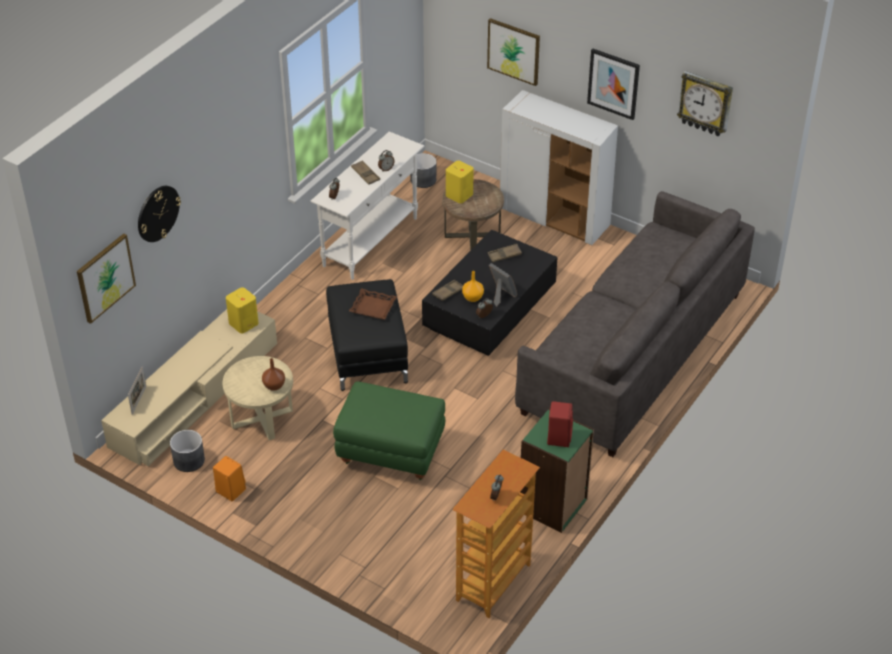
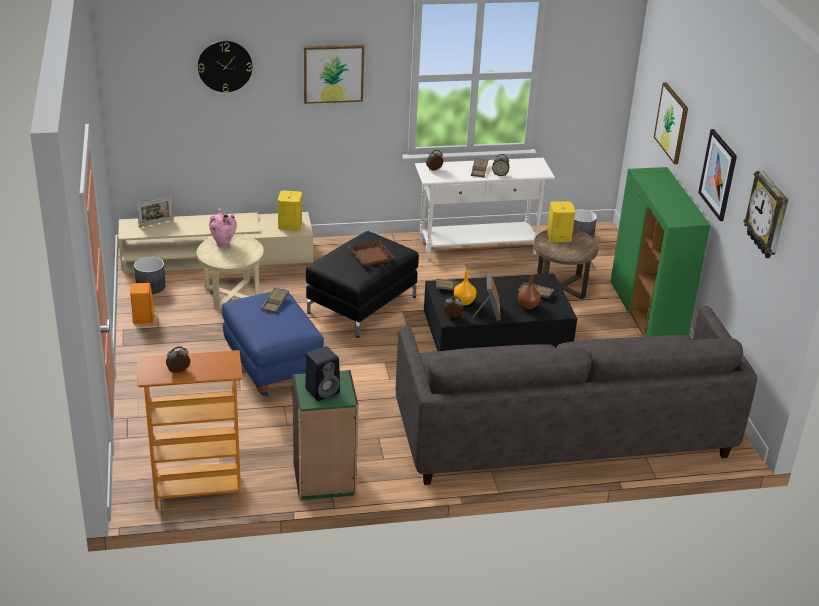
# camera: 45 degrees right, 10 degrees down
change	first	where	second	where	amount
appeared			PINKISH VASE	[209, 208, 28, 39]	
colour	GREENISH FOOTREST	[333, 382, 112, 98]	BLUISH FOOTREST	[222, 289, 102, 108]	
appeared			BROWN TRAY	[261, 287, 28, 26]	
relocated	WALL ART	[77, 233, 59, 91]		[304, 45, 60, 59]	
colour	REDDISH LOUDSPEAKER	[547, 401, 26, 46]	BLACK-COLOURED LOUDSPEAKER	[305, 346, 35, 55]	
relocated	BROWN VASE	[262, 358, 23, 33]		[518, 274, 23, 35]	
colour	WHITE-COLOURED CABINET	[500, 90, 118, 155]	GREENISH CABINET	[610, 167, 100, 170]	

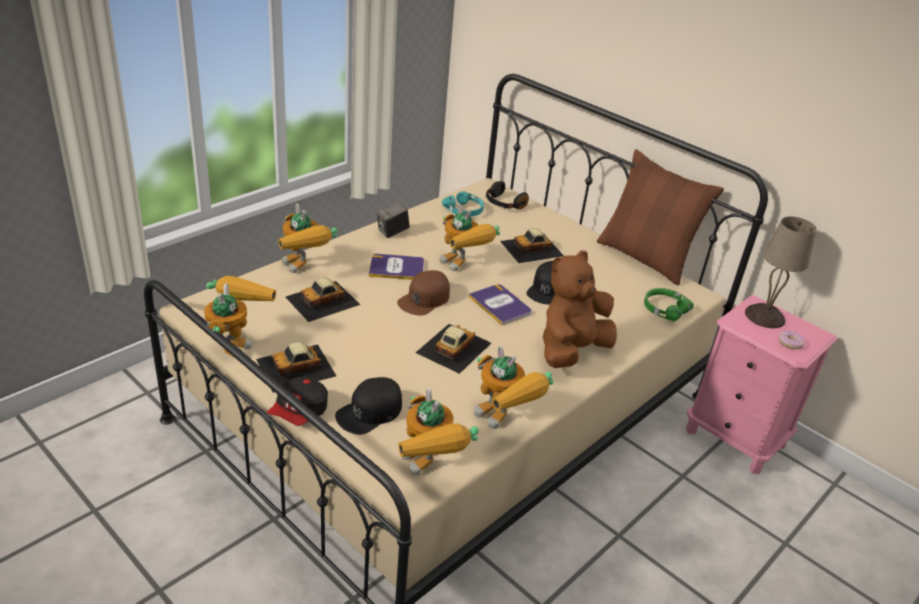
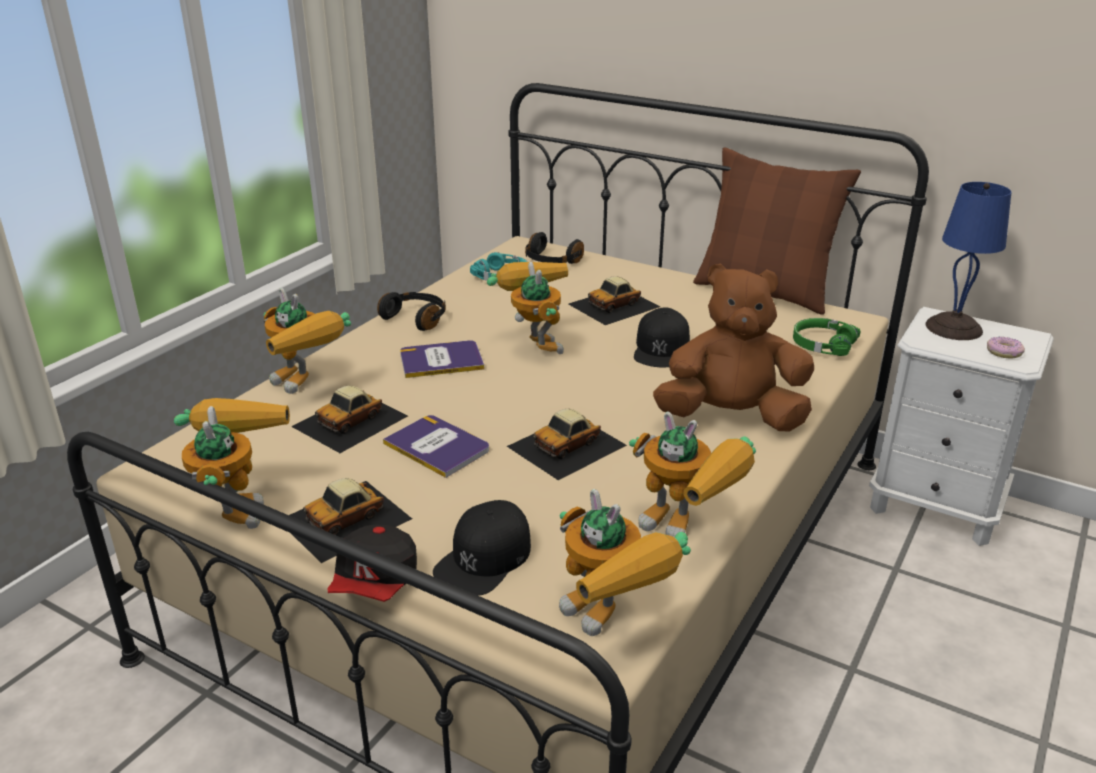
# camera: 10 degrees left, 5 degrees down
change	first	where	second	where	amount
exchanged	STILL CAMERA	[377, 202, 33, 36]	BLACK-COLOURED PAIR OF HEADPHONES	[377, 292, 69, 39]	
relocated	VOLUME	[468, 284, 63, 41]		[383, 415, 106, 63]	
spun	MODEL ROBOT	[440, 204, 60, 67]		[487, 262, 81, 92]	150 degrees counterclockwise
spun	MODEL CAR	[415, 324, 76, 50]		[507, 409, 120, 71]	150 degrees counterclockwise
spun	BROWN CUDDLY TOY	[543, 250, 74, 118]		[653, 264, 161, 168]	60 degrees clockwise
colour	PINKISH BEDSIDE TABLE	[686, 295, 151, 179]	WHITE-COLOURED BEDSIDE TABLE	[869, 307, 185, 239]	
colour	BEIGE-COLOURED LAMP FOR A TABLE	[745, 216, 72, 112]	BLUISH LAMP FOR A TABLE	[925, 182, 86, 158]	
missing	BROWN CAP	[397, 270, 53, 46]			

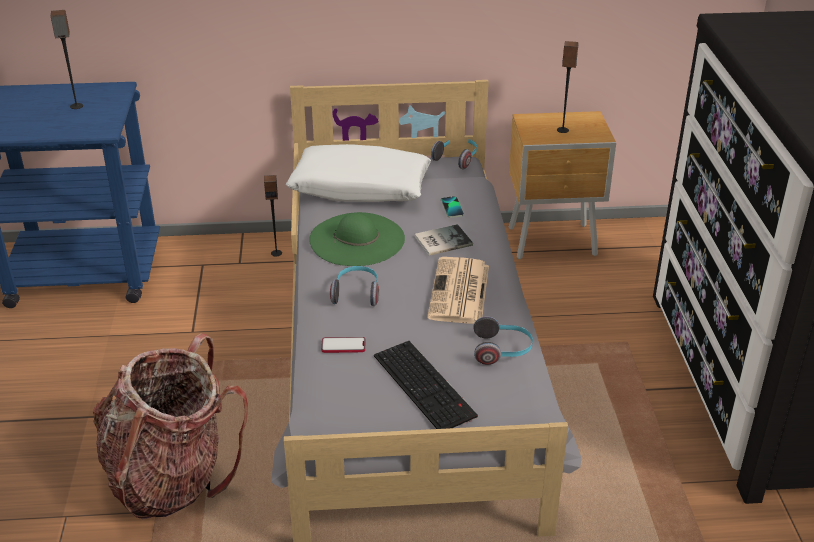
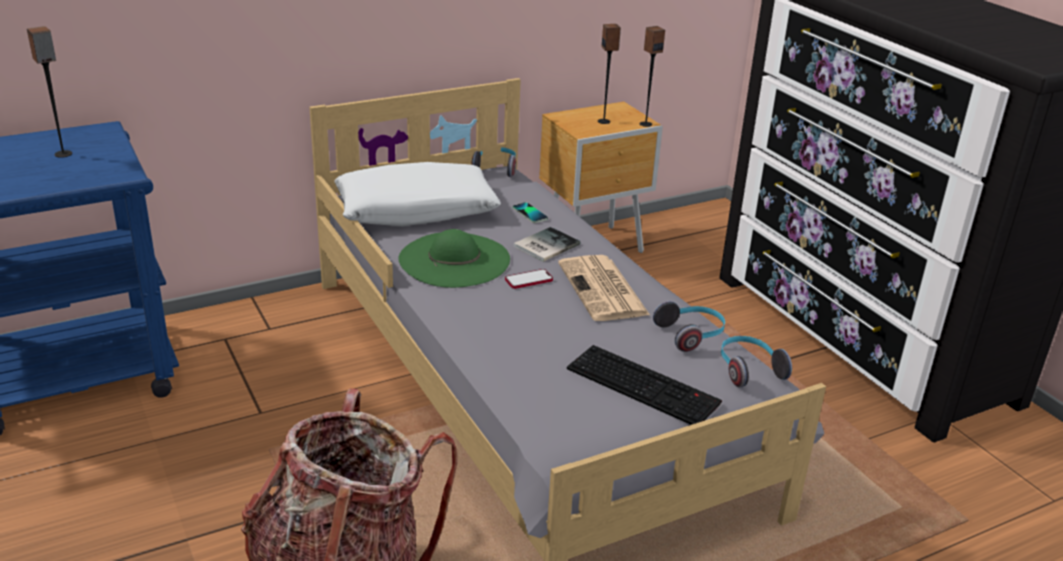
# camera: 25 degrees left, 5 degrees down
change	first	where	second	where	amount
relocated	TELEPHONE	[321, 337, 44, 16]		[505, 269, 48, 20]	
relocated	LOUDSPEAKER	[264, 175, 18, 82]		[640, 26, 25, 101]	
relocated	PAIR OF HEADPHONES	[330, 266, 49, 40]		[721, 336, 71, 52]	

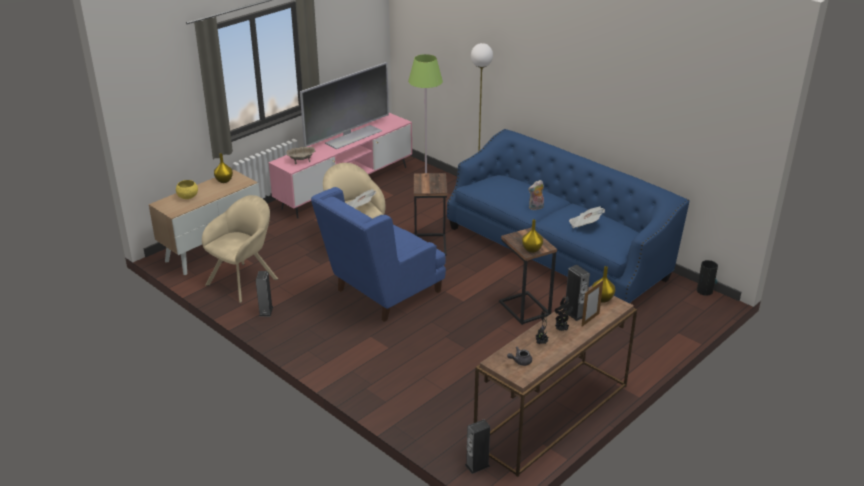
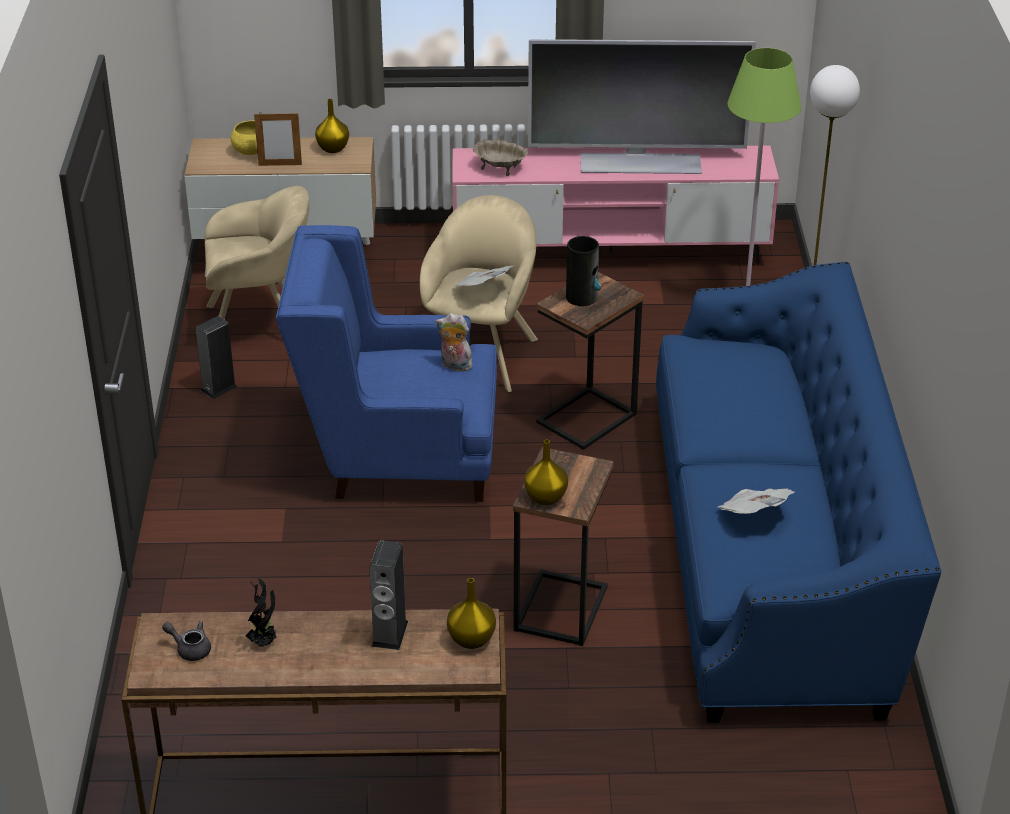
# camera: 45 degrees right, 5 degrees up
change	first	where	second	where	amount
relocated	STANDING FRAME	[581, 280, 22, 47]		[254, 112, 48, 54]	
relocated	CUDDLY TOY	[528, 180, 16, 30]		[435, 313, 38, 59]	
relocated	VASE	[697, 260, 21, 36]		[566, 236, 35, 70]	
missing	LOUDSPEAKER	[465, 419, 25, 55]			
missing	POTTED PLANT	[555, 295, 18, 36]			

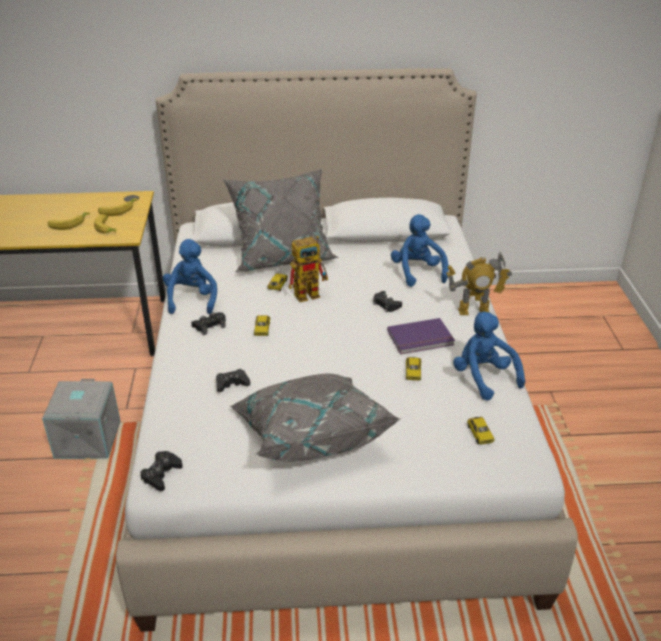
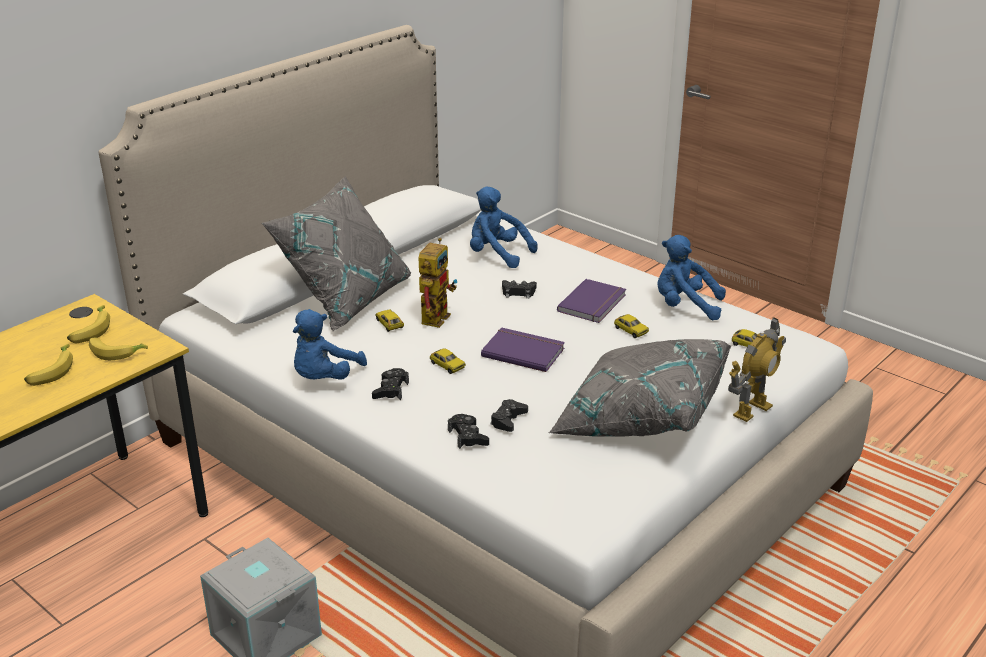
# camera: 45 degrees left, 5 degrees down
change	first	where	second	where	amount
spun	BLUISH CUDDLY TOY	[163, 239, 54, 75]		[293, 309, 74, 71]	105 degrees counterclockwise
relocated	BLACK-COLOURED GAMEPAD	[140, 451, 43, 40]		[448, 414, 41, 35]	
appeared			PURPLISH VOLUME	[481, 327, 84, 45]	
relocated	MODEL ROBOT	[446, 252, 66, 63]		[728, 317, 58, 105]	

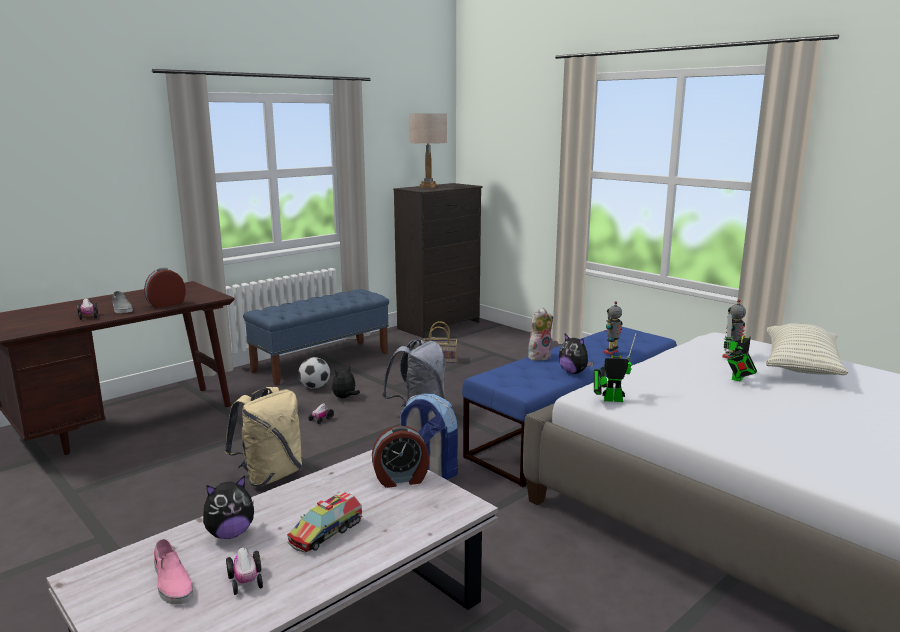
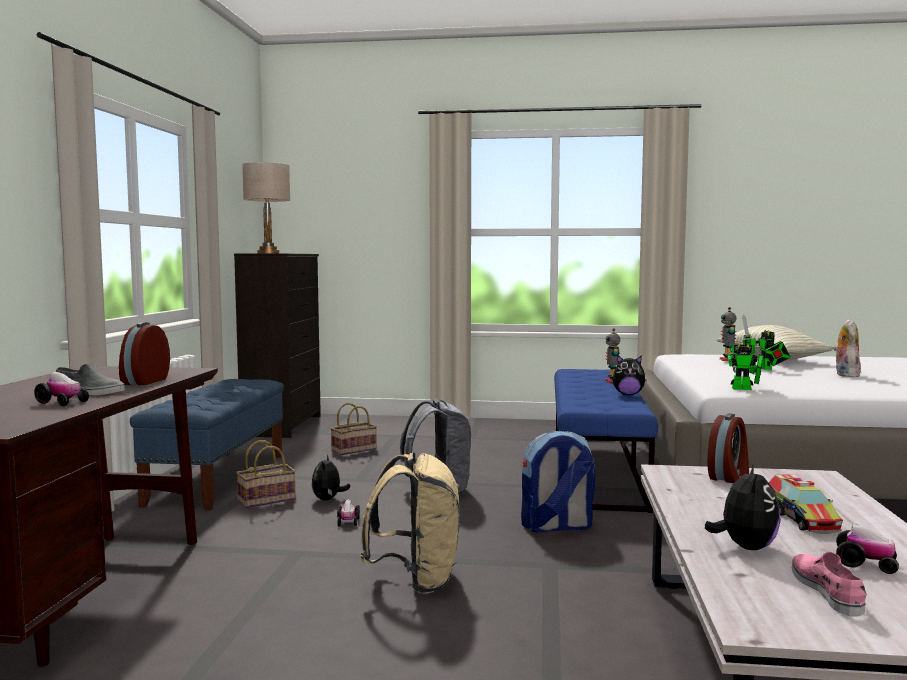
# camera: 40 degrees left, 10 degrees down
change	first	where	second	where	amount
exchanged	FOOTBALL BALL	[298, 357, 32, 32]	STORAGE BASKET	[236, 440, 60, 68]	
spun	MODEL ROBOT	[594, 334, 42, 68]		[726, 328, 38, 62]	135 degrees counterclockwise
spun	PINKISH ITEM OF FOOTWEAR	[154, 539, 40, 65]		[792, 552, 75, 65]	105 degrees counterclockwise
relocated	CUDDLY TOY	[528, 308, 25, 53]		[833, 319, 28, 58]	

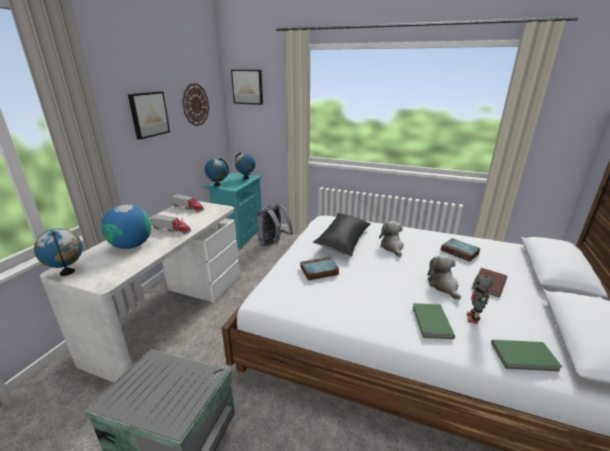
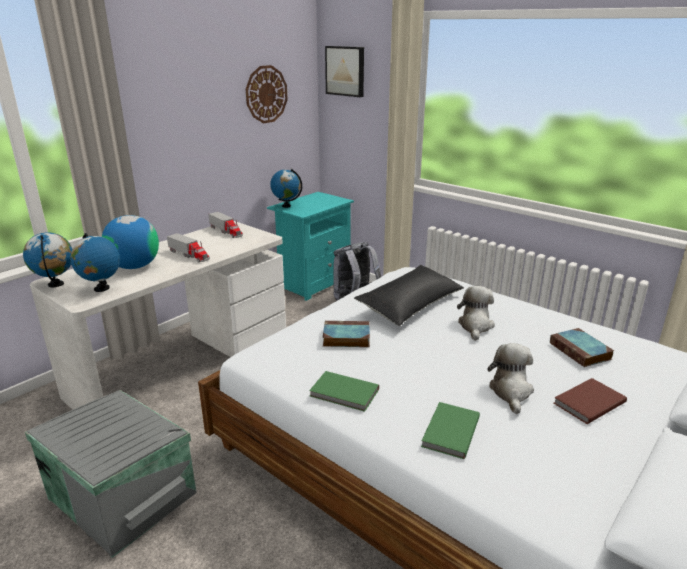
# camera: 20 degrees right, 0 degrees up
change	first	where	second	where	amount
relocated	WORLD GLOBE	[235, 153, 20, 26]		[70, 233, 50, 59]	
relocated	GREENISH VOLUME	[491, 340, 71, 32]		[309, 371, 70, 41]	
missing	WALL ART	[128, 91, 42, 48]			
missing	MODEL ROBOT	[467, 271, 26, 53]			

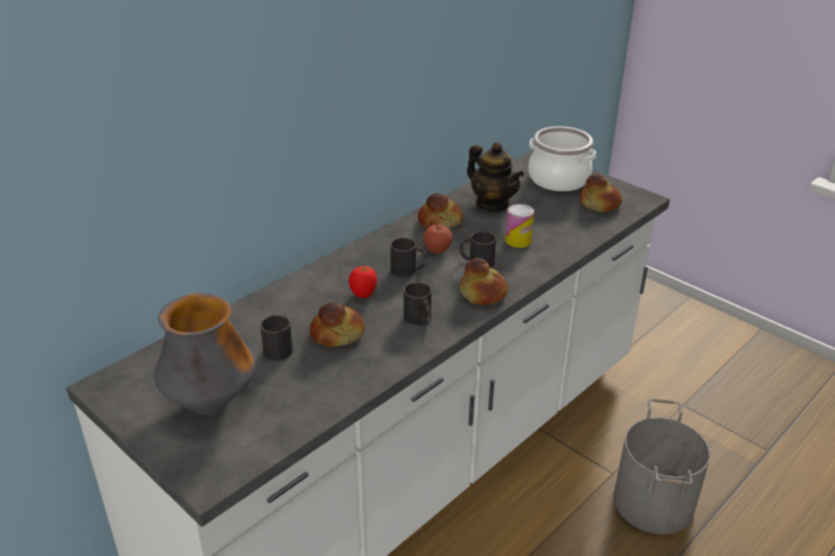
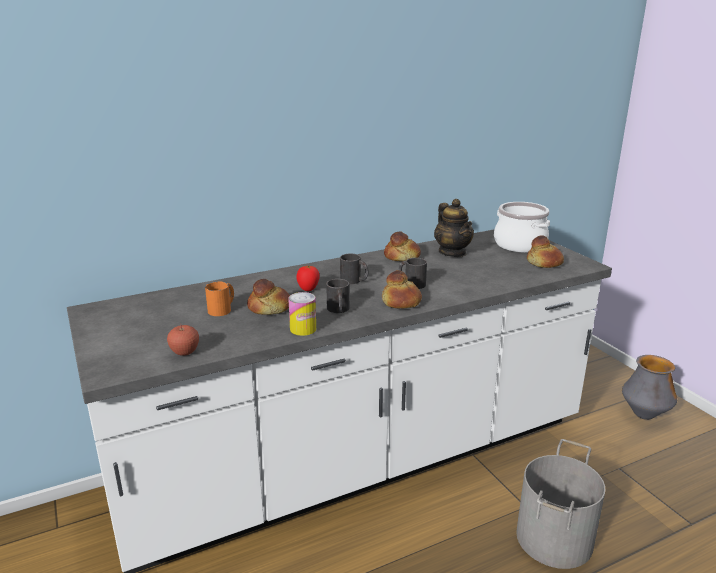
# camera: 20 degrees right, 10 degrees down
change	first	where	second	where	amount
relocated	APPLE FRUIT	[423, 224, 29, 30]		[167, 325, 32, 31]	
colour	BLACK-COLOURED MUG	[260, 314, 33, 47]	ORANGEY MUG	[205, 281, 29, 35]	
relocated	SEALED CAN	[505, 204, 29, 44]		[288, 292, 28, 44]	
relocated	VASE	[154, 293, 101, 122]		[622, 355, 55, 65]	

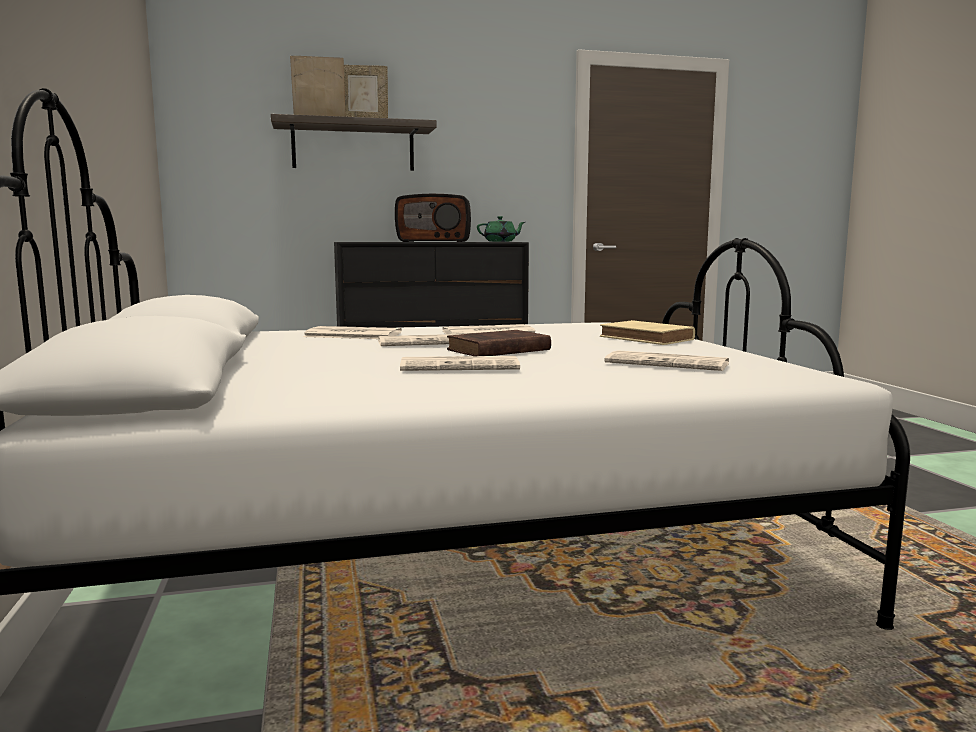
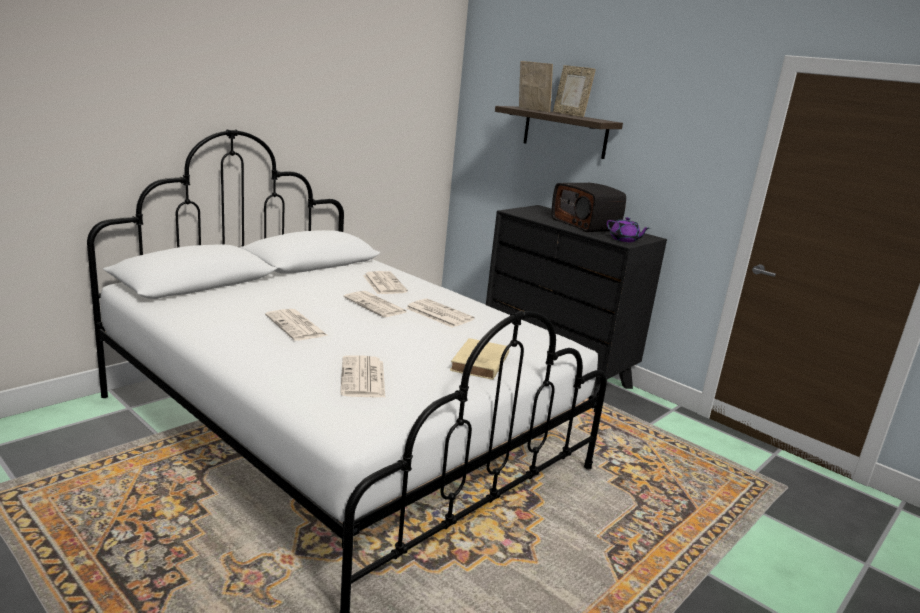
# camera: 55 degrees right, 10 degrees up
change	first	where	second	where	amount
colour	GREENISH TEAPOT	[477, 216, 48, 26]	PURPLISH TEAPOT	[607, 217, 42, 25]	
missing	BROWN VOLUME	[447, 330, 104, 26]			

